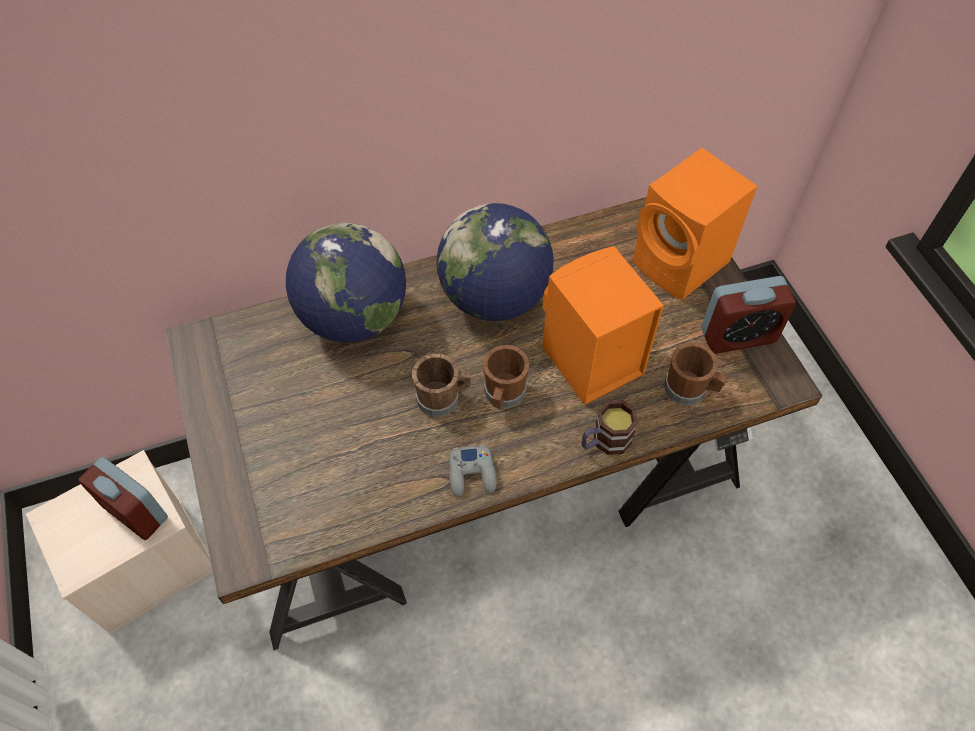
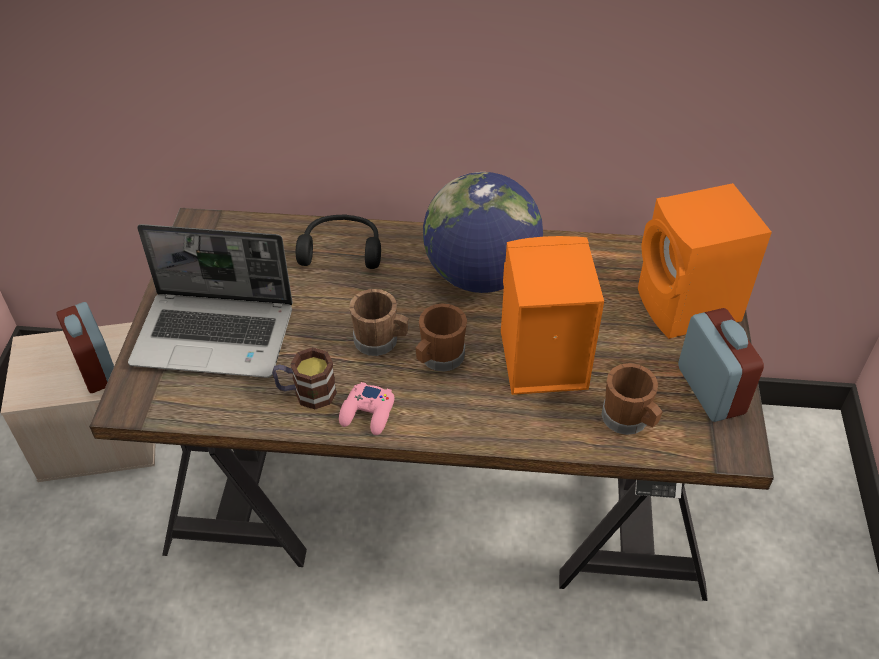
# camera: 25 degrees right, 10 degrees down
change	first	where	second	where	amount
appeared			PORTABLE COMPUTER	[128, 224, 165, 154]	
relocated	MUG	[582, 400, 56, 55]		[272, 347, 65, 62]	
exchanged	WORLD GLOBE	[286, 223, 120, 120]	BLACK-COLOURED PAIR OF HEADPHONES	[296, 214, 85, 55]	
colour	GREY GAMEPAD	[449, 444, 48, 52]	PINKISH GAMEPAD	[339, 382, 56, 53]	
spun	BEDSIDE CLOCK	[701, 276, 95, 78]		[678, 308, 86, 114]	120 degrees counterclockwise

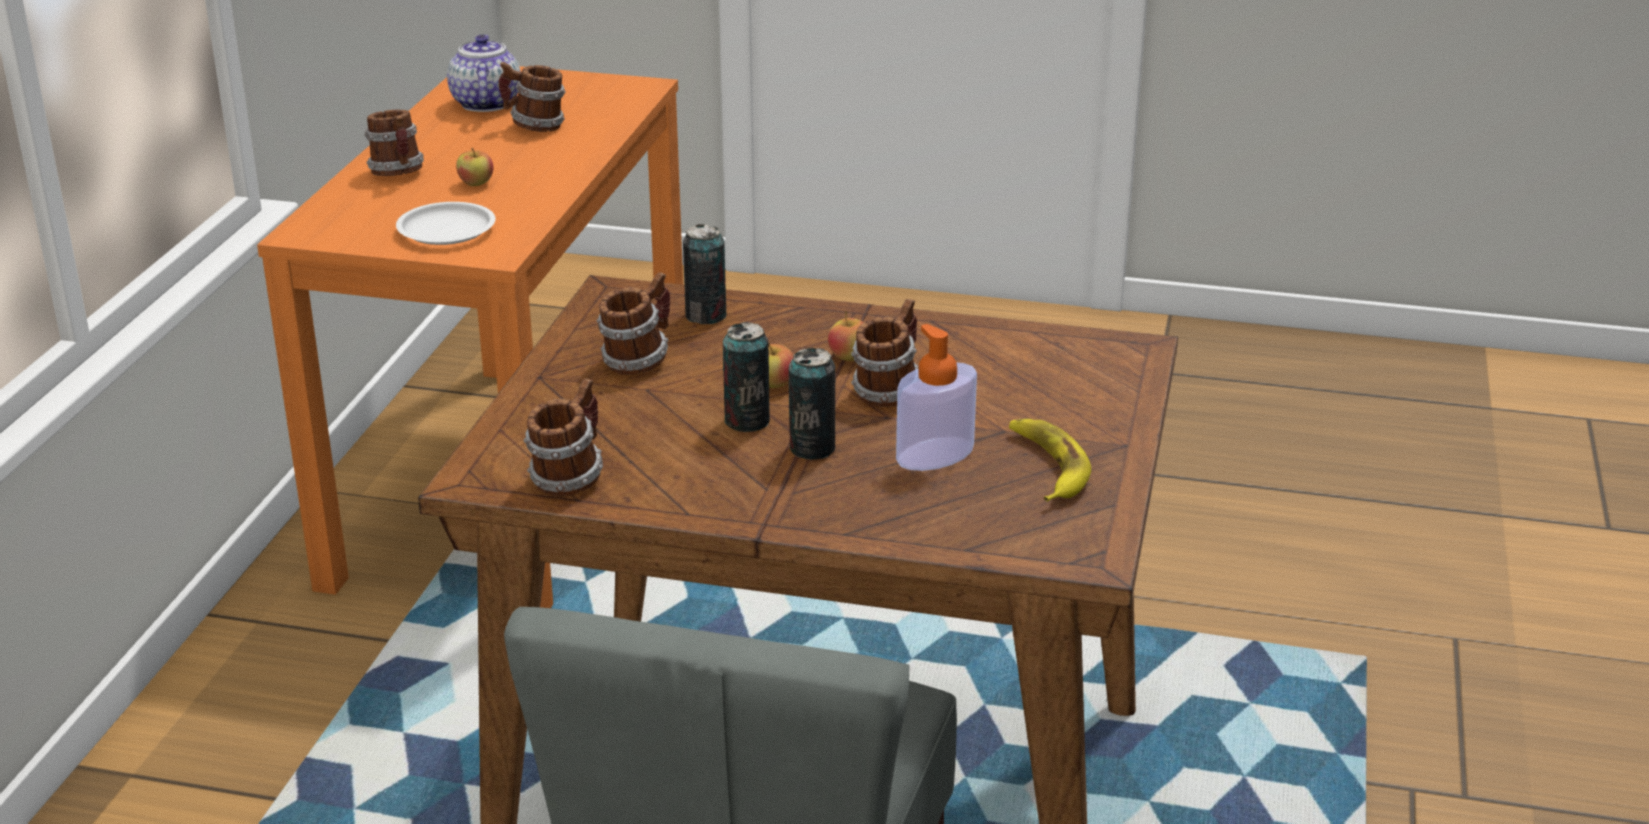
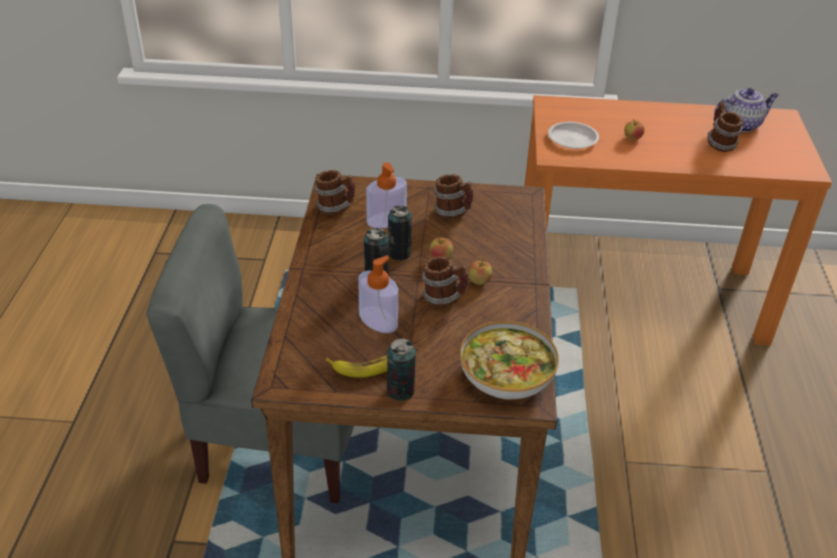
# camera: 80 degrees right, 10 degrees up
change	first	where	second	where	amount
appeared			SOAP BOTTLE	[366, 163, 41, 65]	
relocated	SEALED CAN	[683, 224, 43, 100]		[387, 339, 29, 62]	
appeared			BOWL	[460, 321, 99, 79]	
missing	MUG	[364, 110, 60, 66]			

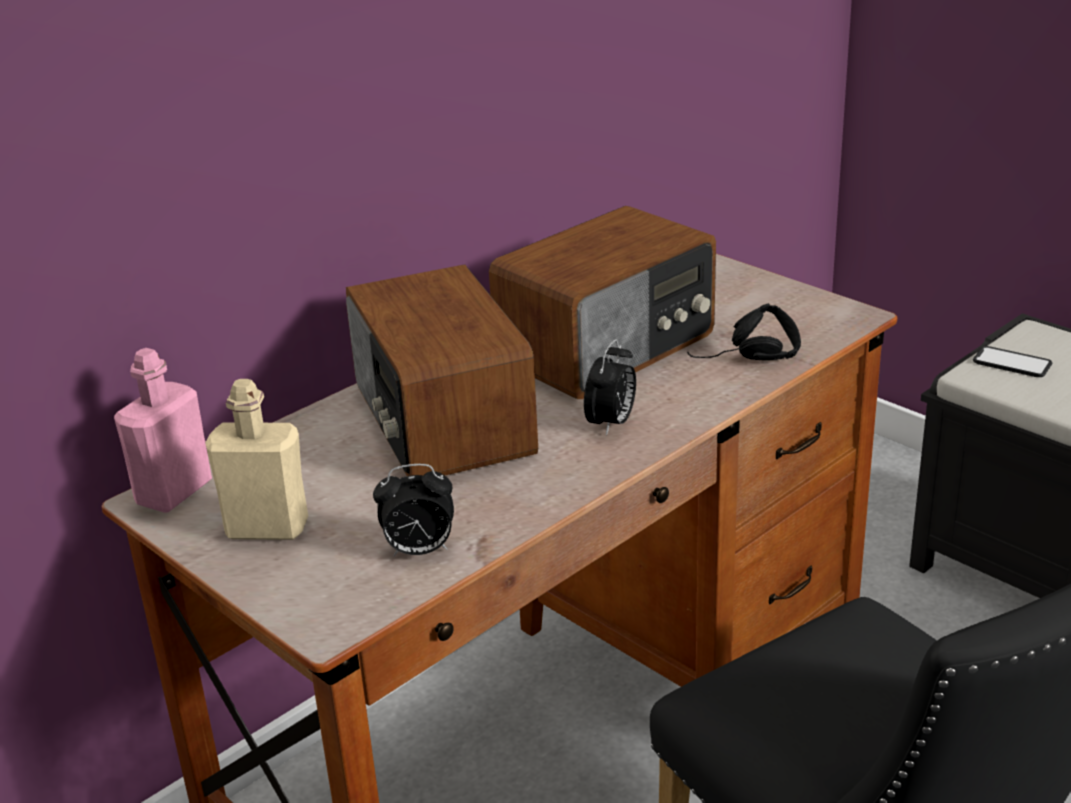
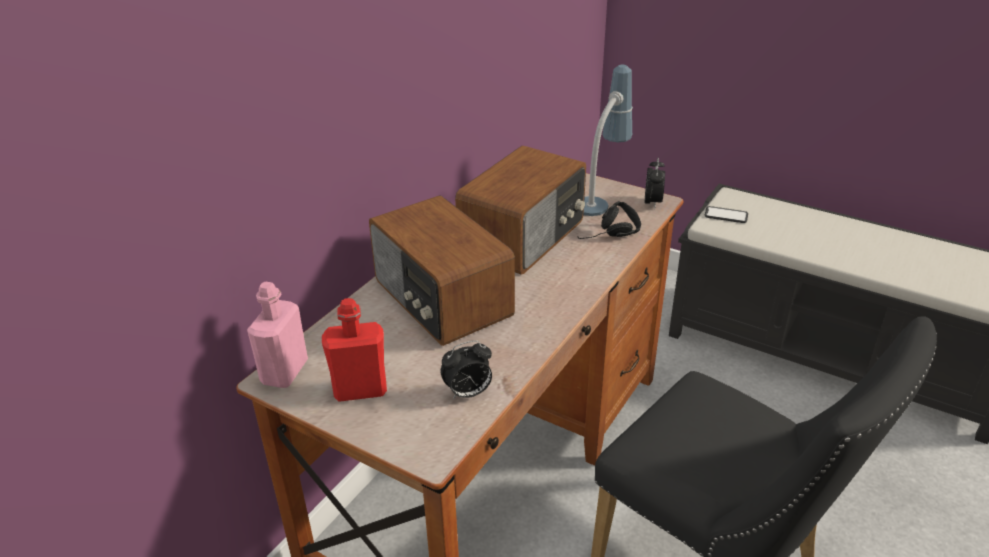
# camera: 15 degrees left, 5 degrees up
change	first	where	second	where	amount
colour	BEIGE-COLOURED BEVERAGE BOTTLE	[205, 379, 103, 161]	REDDISH BEVERAGE BOTTLE	[322, 298, 65, 104]	
appeared			LAMP FOR A TABLE	[584, 64, 49, 152]	
relocated	BEDSIDE CLOCK	[584, 339, 52, 97]		[645, 157, 20, 52]	

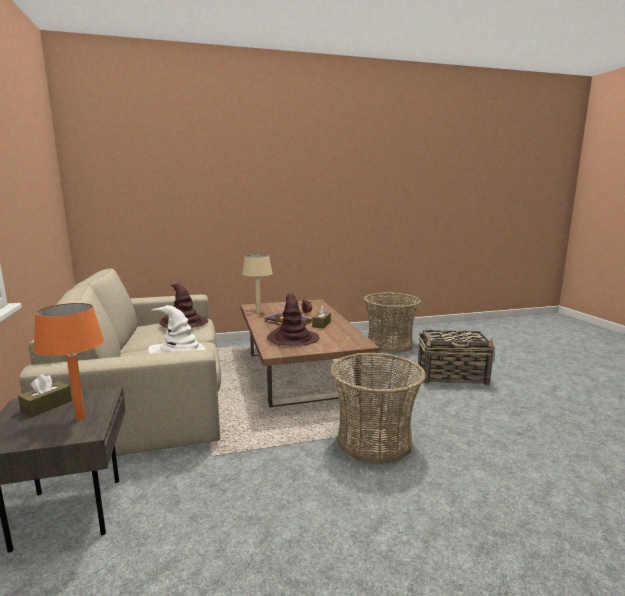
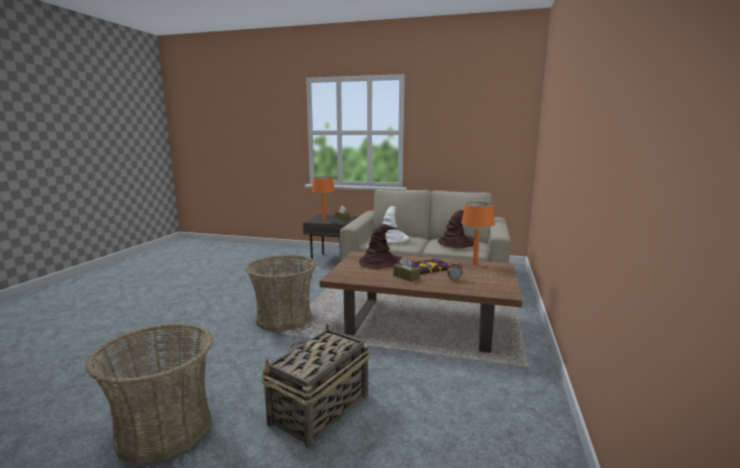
# camera: 120 degrees right, 0 degrees up
change	first	where	second	where	amount
relocated	STORAGE BASKET	[363, 292, 58, 61]		[86, 323, 127, 141]	
colour	BEIGE-COLOURED LAMP FOR A TABLE	[242, 254, 31, 59]	ORANGEY LAMP FOR A TABLE	[461, 202, 34, 64]	

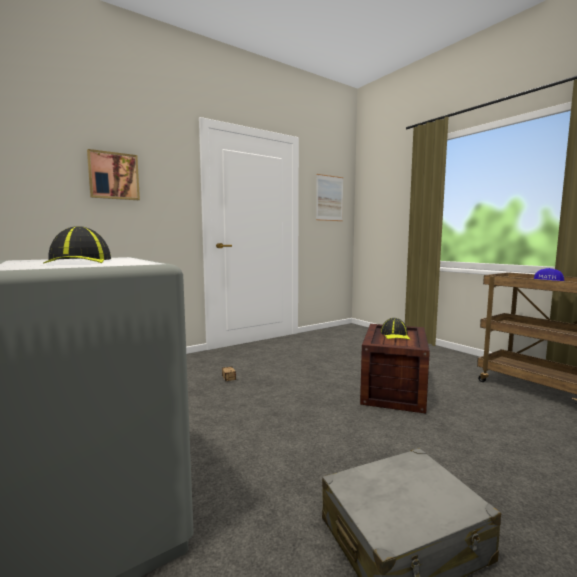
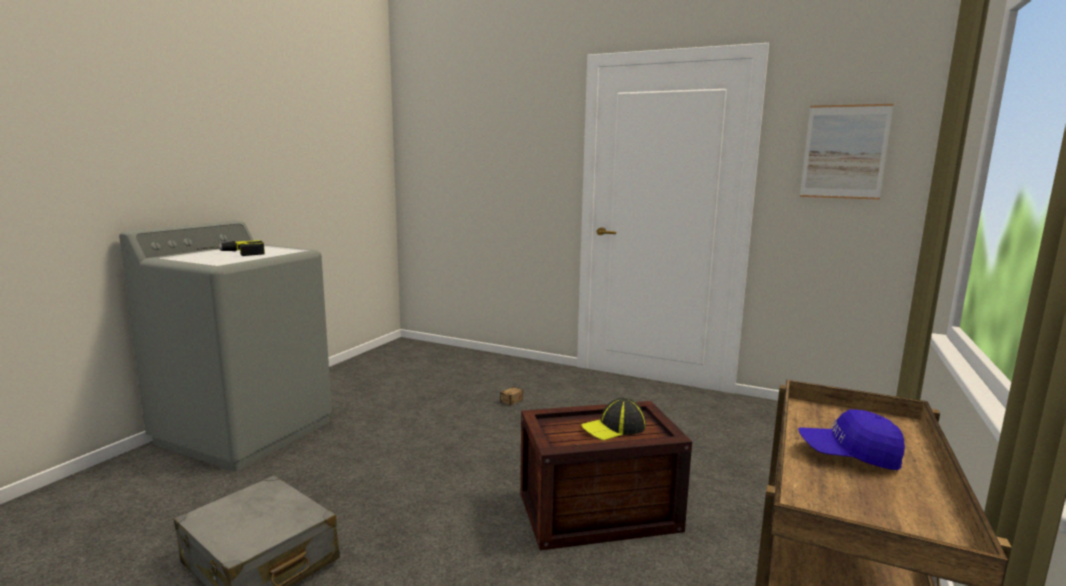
# camera: 60 degrees right, 5 degrees up
change	first	where	second	where	amount
exchanged	CAP	[43, 226, 68, 38]	POWER DRILL	[197, 240, 68, 16]	
missing	WALL ART	[87, 149, 53, 51]			

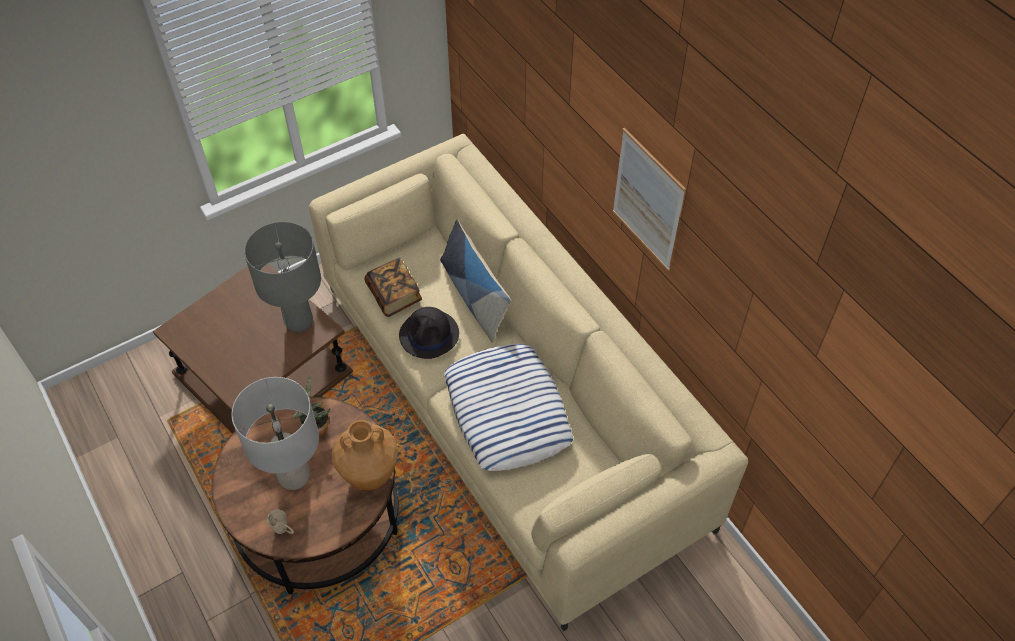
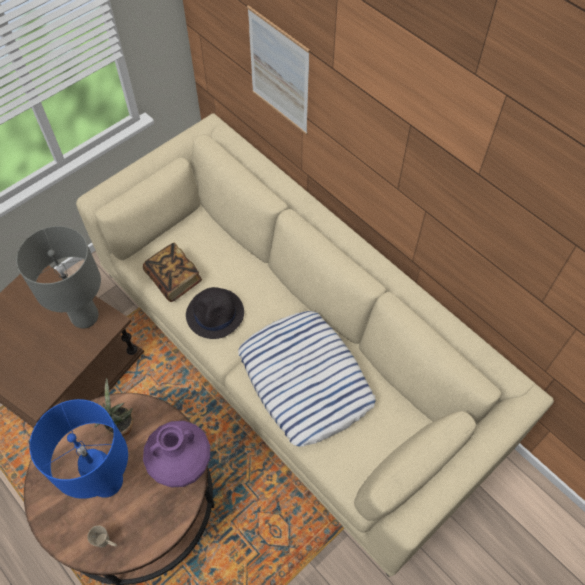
# camera: 10 degrees left, 5 degrees up
change	first	where	second	where	amount
colour	GREY LAMP FOR A TABLE	[231, 377, 88, 113]	BLUISH LAMP FOR A TABLE	[29, 399, 99, 100]	
colour	BROWN VASE	[332, 420, 67, 70]	PURPLISH VASE	[143, 421, 67, 67]	
relocated	WALL ART	[613, 128, 73, 143]		[247, 5, 63, 130]	
missing	PILLOW	[440, 220, 71, 123]			

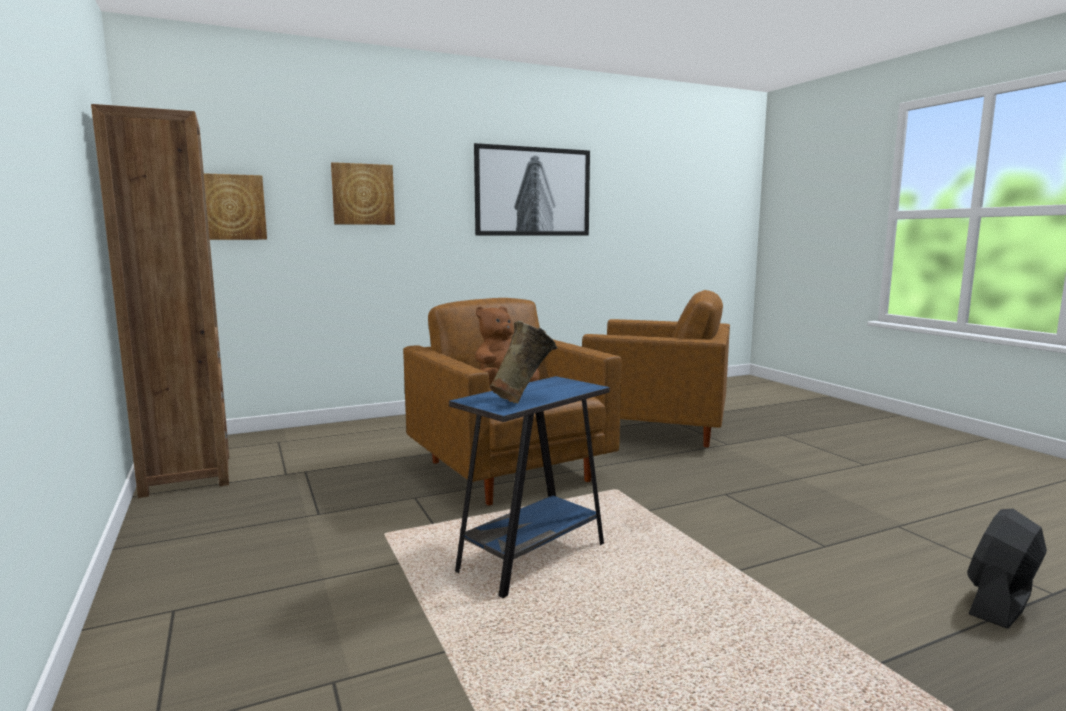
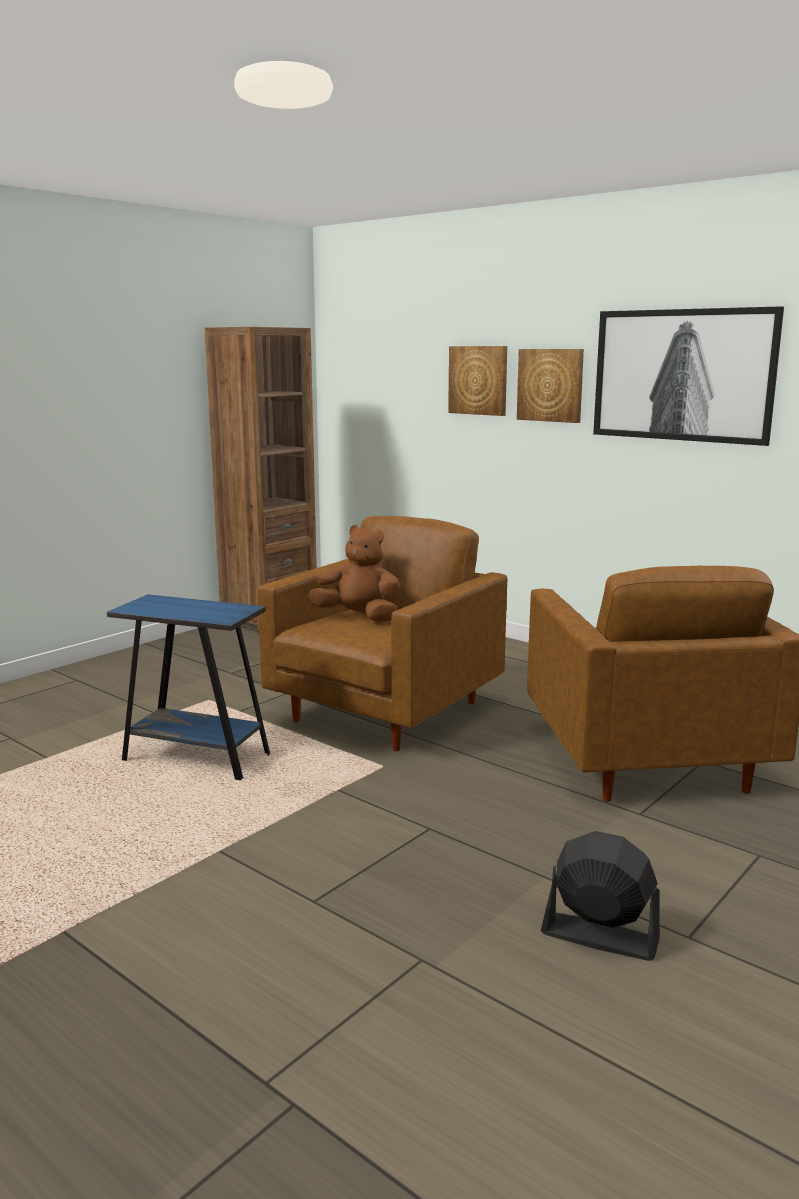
# camera: 65 degrees right, 5 degrees up
change	first	where	second	where	amount
relocated	WALL ART	[204, 173, 63, 67]		[517, 349, 67, 74]	
relocated	BLACK-COLOURED FAN	[967, 509, 80, 120]		[541, 831, 119, 130]	
missing	BEIGE-COLOURED VASE	[489, 321, 69, 83]			

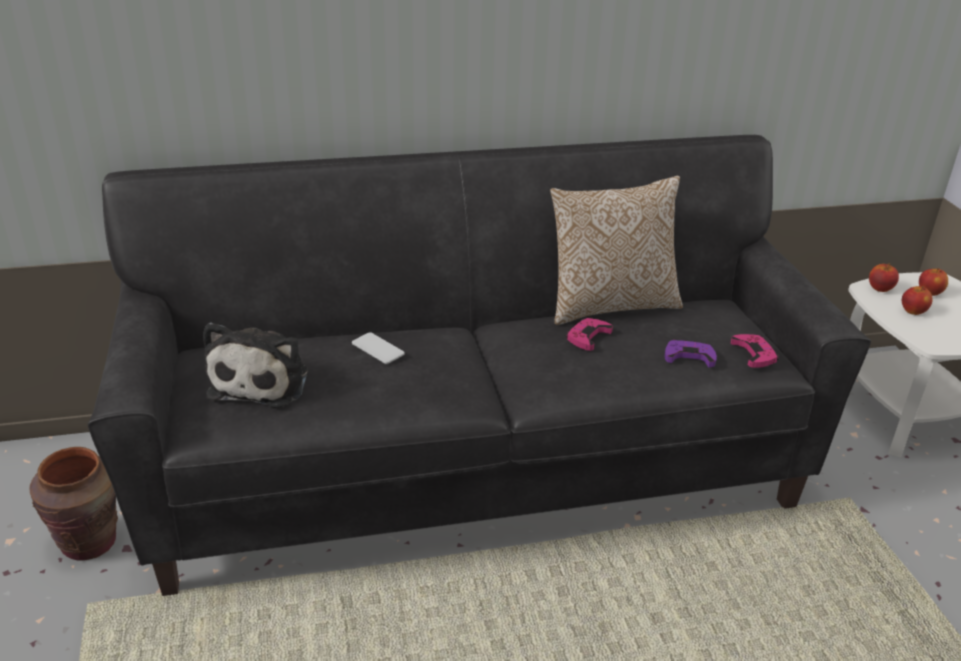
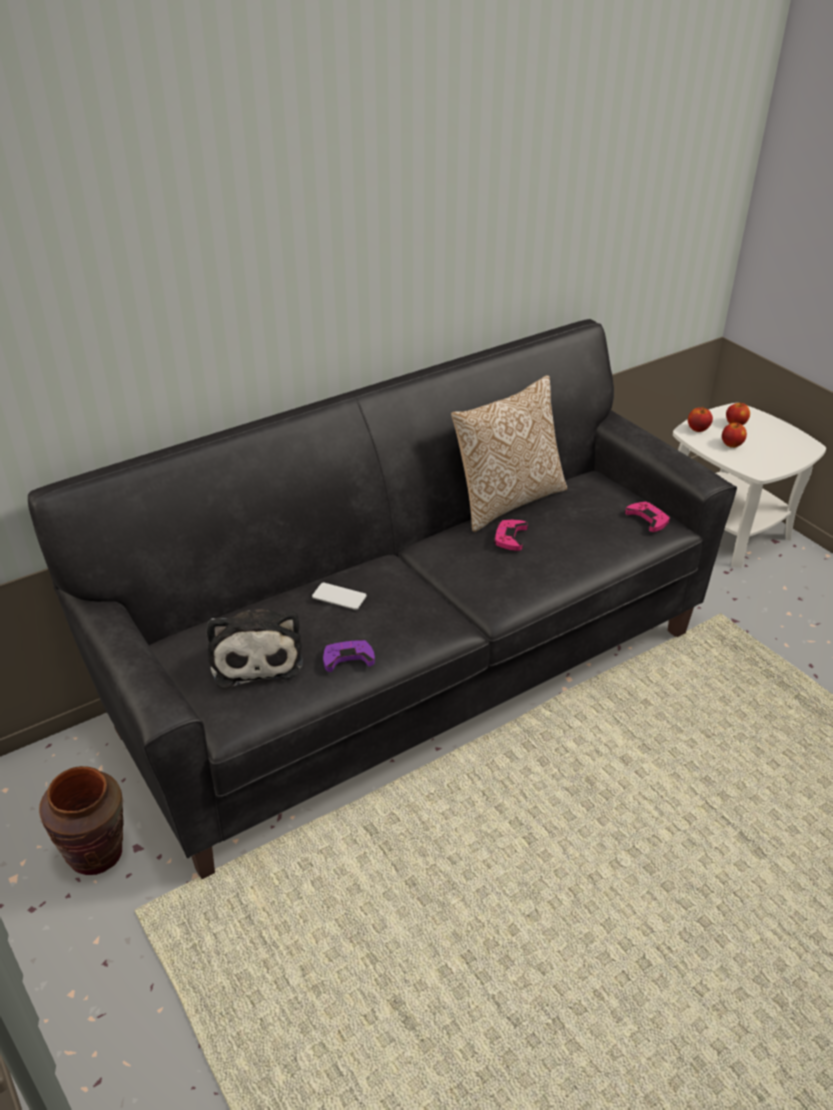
# camera: 20 degrees left, 5 degrees up
change	first	where	second	where	amount
relocated	PURPLISH GAMEPAD	[665, 340, 52, 27]		[323, 639, 52, 33]	

